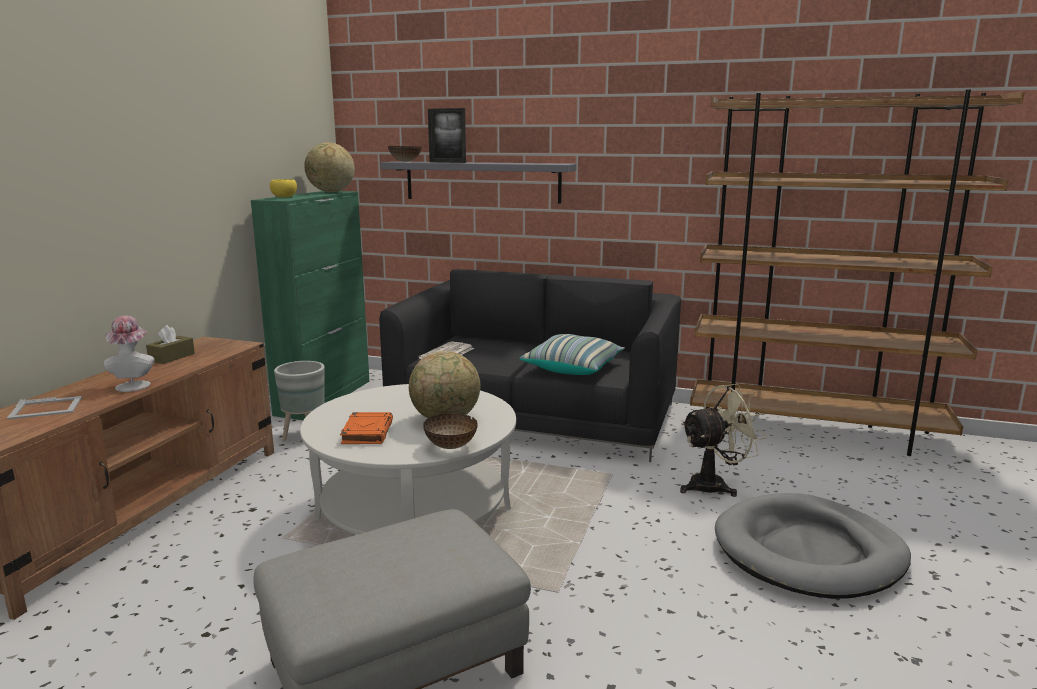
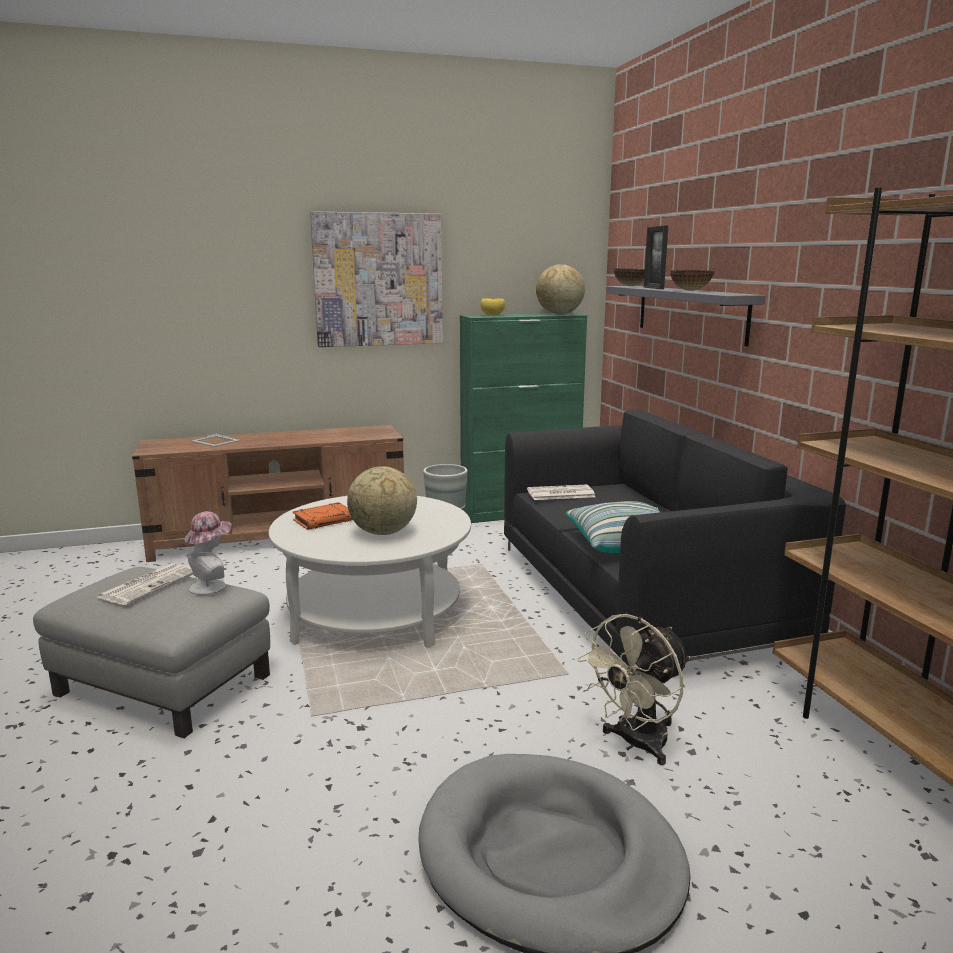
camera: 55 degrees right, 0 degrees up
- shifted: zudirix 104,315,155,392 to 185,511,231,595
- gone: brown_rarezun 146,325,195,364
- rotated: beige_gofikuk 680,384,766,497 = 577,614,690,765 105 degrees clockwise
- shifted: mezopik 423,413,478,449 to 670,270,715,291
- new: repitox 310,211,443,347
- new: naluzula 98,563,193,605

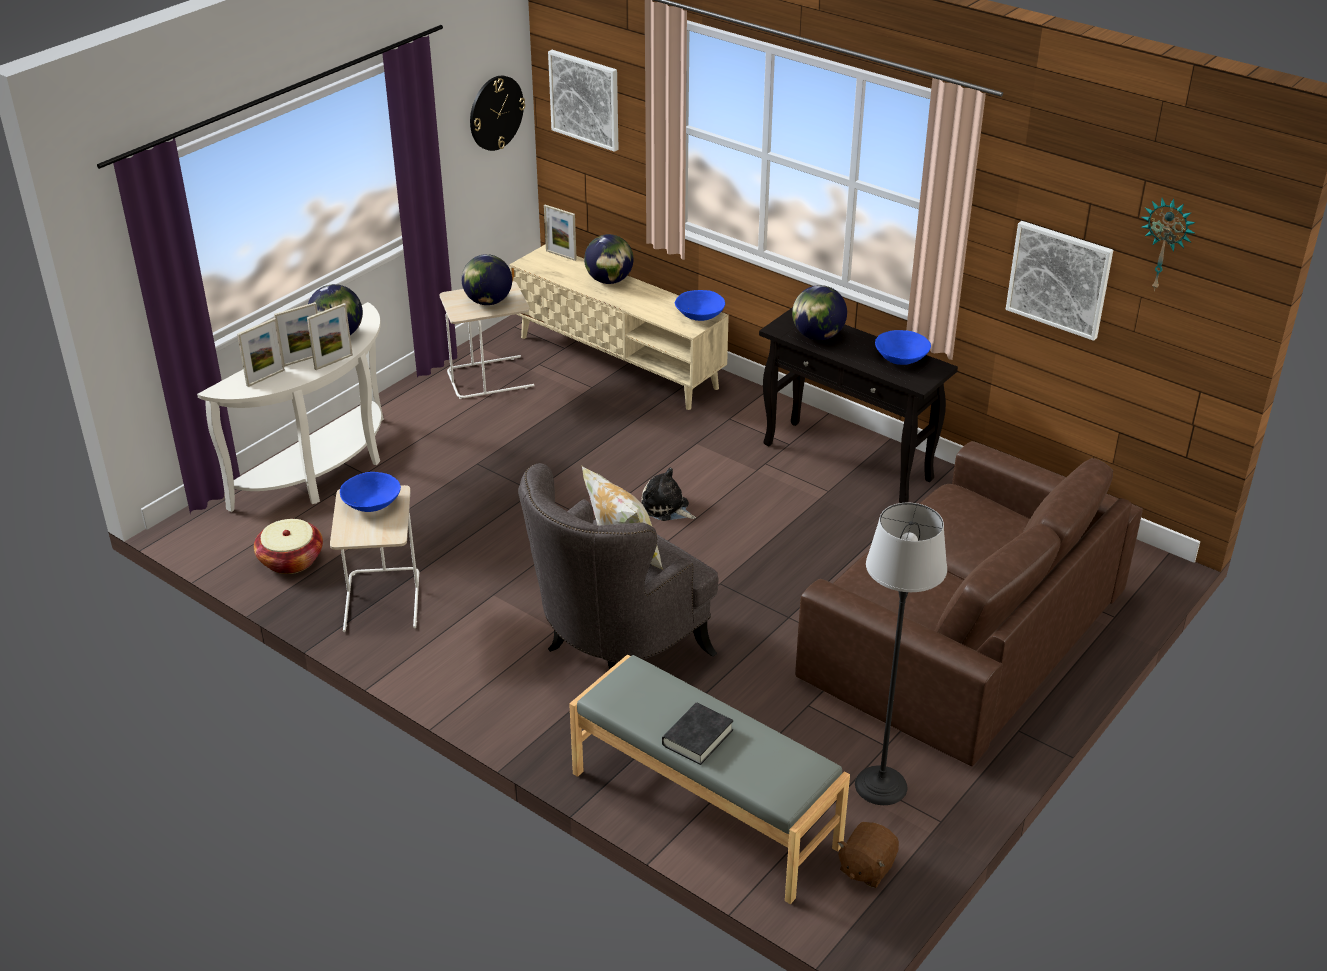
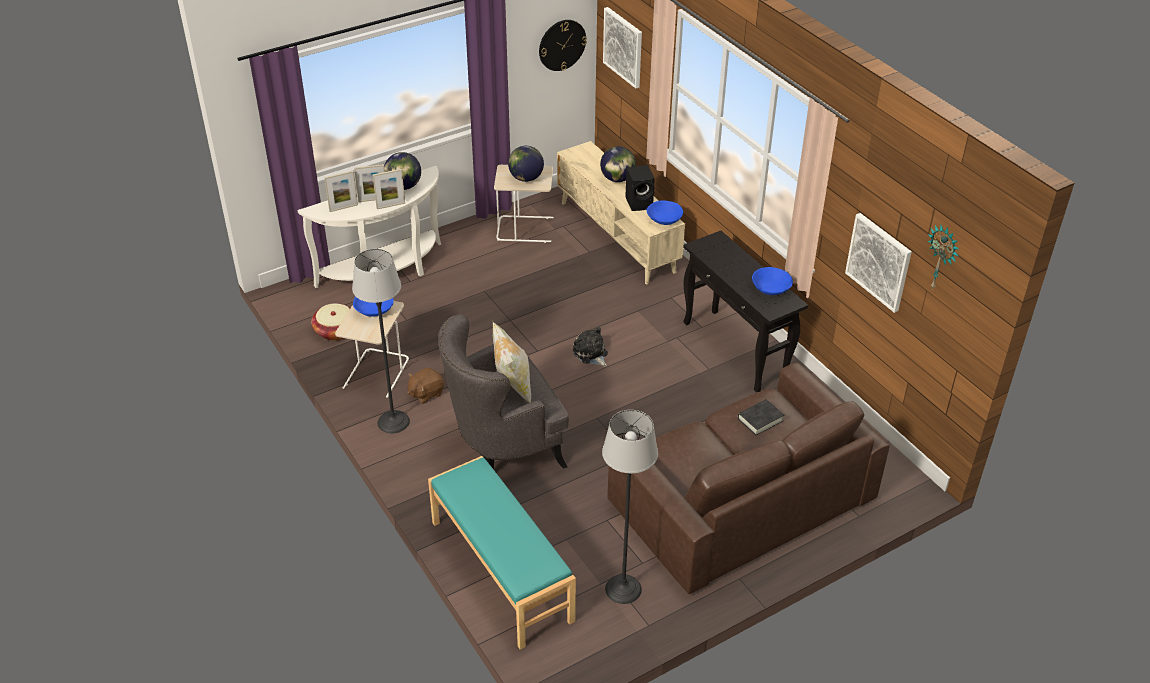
camera: 20 degrees right, 5 degrees up
- gone: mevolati 544,205,577,261
- gone: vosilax 792,285,847,340
- repainted: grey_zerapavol 569,654,850,904 to turquoise_zerapavol 428,456,576,650
- shifted: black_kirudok 662,703,734,765 to 738,399,784,435
- shifted: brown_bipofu 837,822,899,888 to 407,368,444,404
- new: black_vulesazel 625,165,655,211
- new: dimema 352,249,410,433

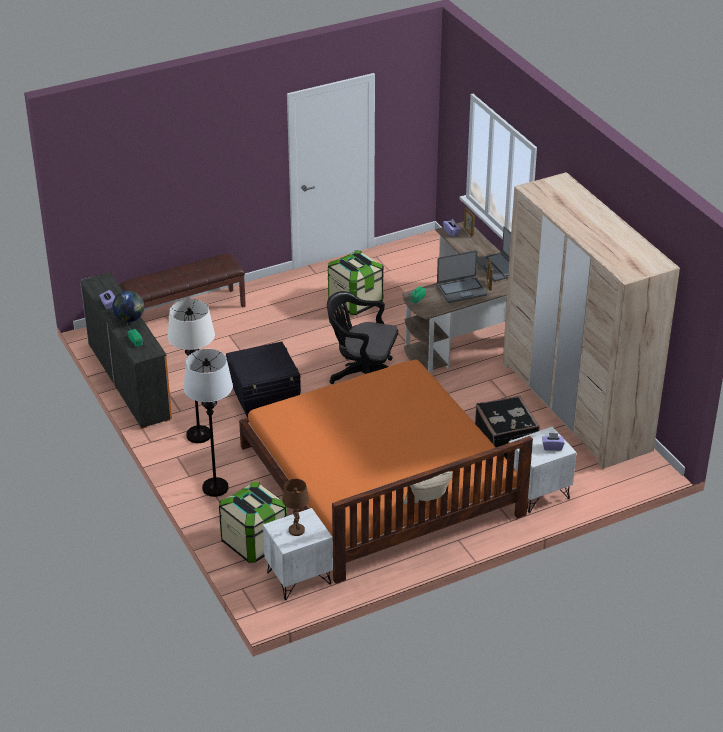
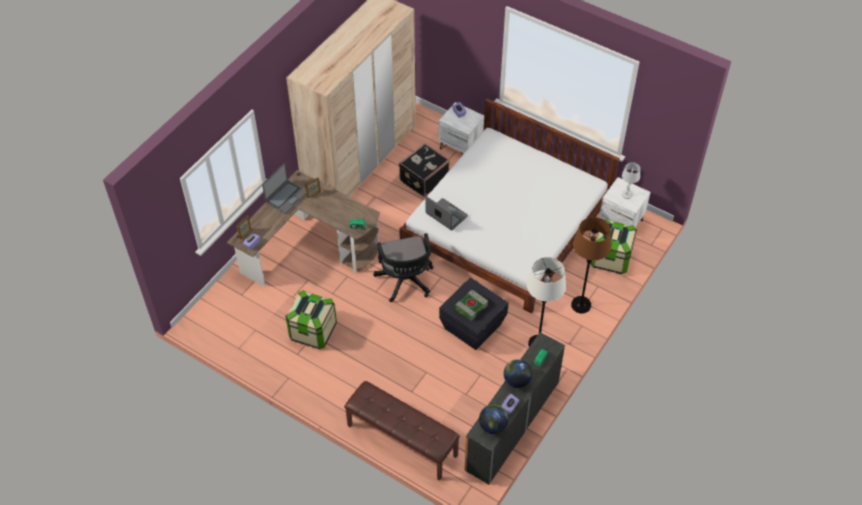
camera: 120 degrees left, 15 degrees up
- shifted: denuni 437,250,488,303 to 425,196,468,230
- repainted: white_dimema 183,349,233,497 to brown_dimema 571,217,611,313
- repainted: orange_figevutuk 239,360,533,584 to white_figevutuk 399,98,620,314
- gone: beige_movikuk 403,472,453,504
- repainted: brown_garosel 282,479,309,536 to white_garosel 622,162,640,199
- new: kirudok 454,290,488,321
- new: vosilax 479,404,508,434

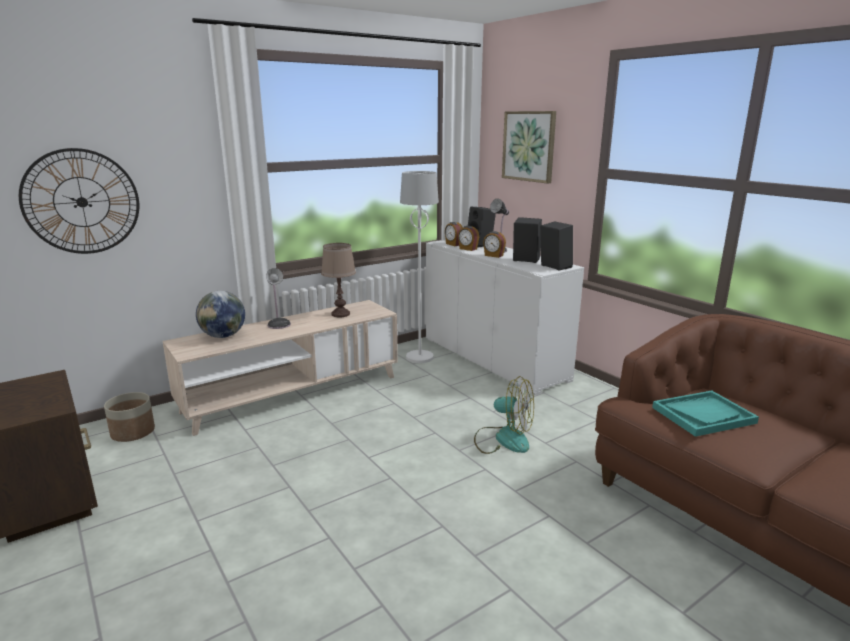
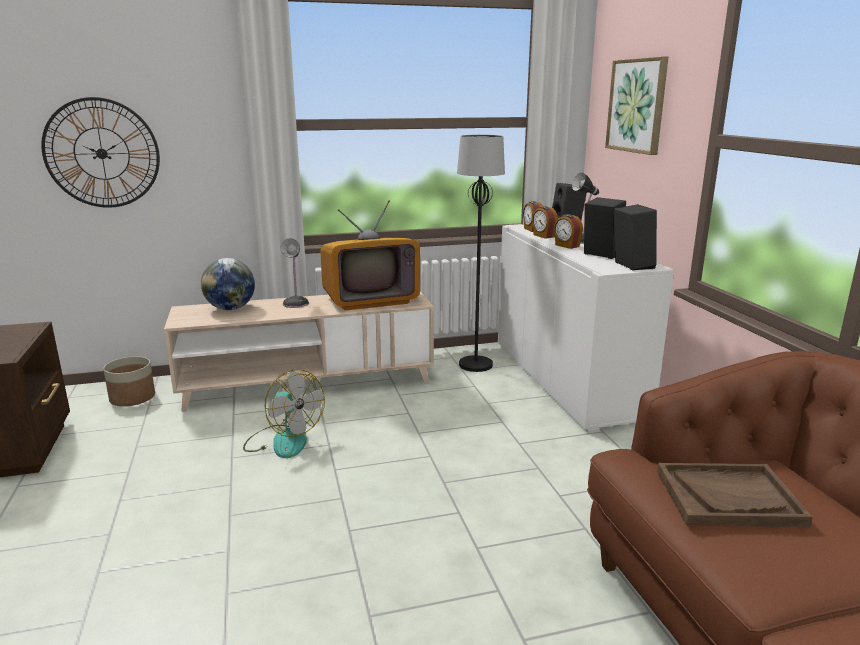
camera: 20 degrees right, 0 degrees up
- repainted: white_dimema 400,171,439,363 to black_dimema 457,135,505,372
- swapped: brown_garosel 321,243,356,317 to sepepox 320,200,420,311
- shifted: gofikuk 474,376,534,454 to 243,369,325,458
- repainted: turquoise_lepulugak 652,391,759,437 to brown_lepulugak 657,463,813,527

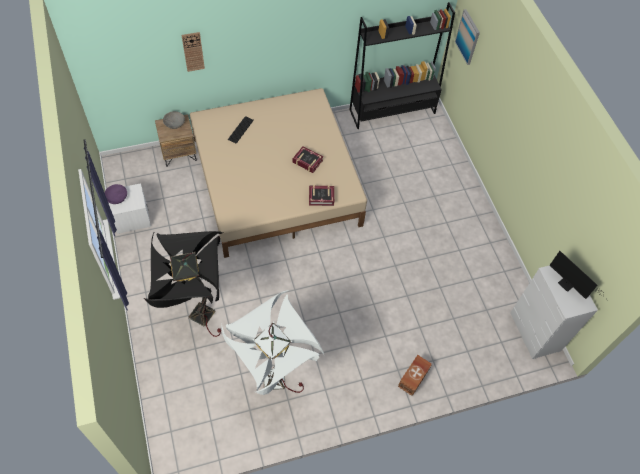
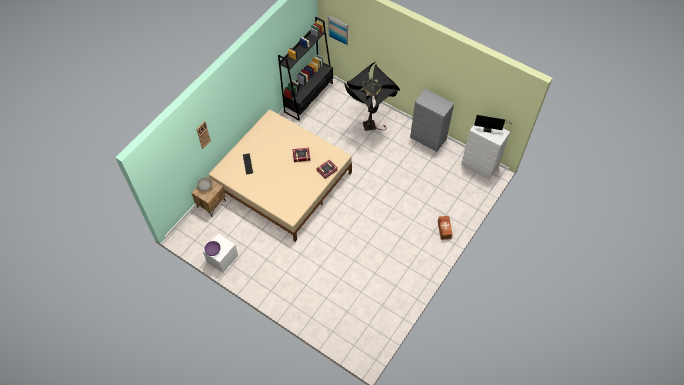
camera: 35 degrees left, 0 degrees up
- shifted: black_dimema 144,231,223,337 to 344,61,400,131
- gone: white_dimema 221,290,324,395
- new: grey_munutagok 410,89,454,152

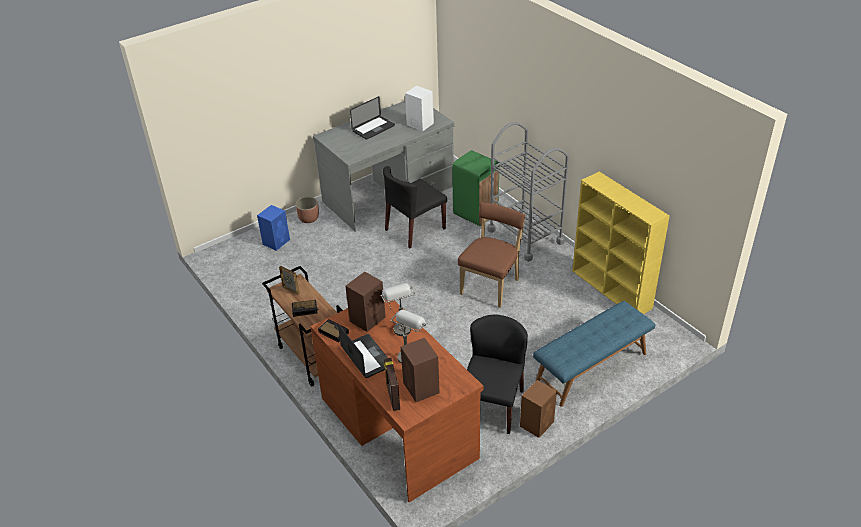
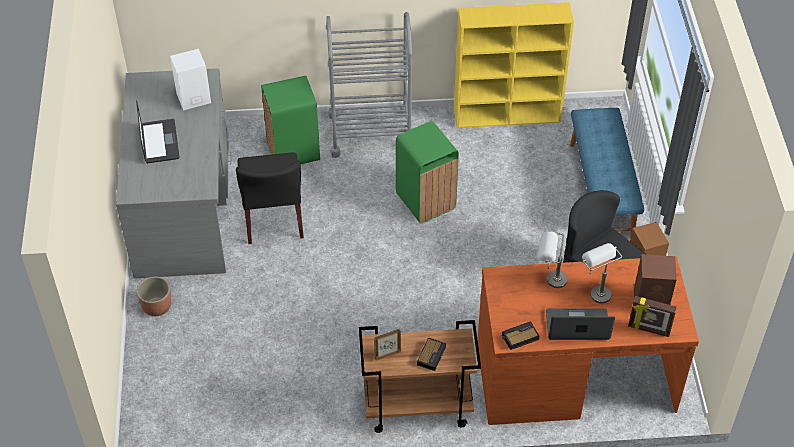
camera: 60 degrees left, 10 degrees up
- swapped: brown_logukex 458,202,525,308 to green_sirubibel 396,121,459,223
- gone: blue_vulesazel 257,205,290,251
- gone: brown_vulesazel 345,272,386,332

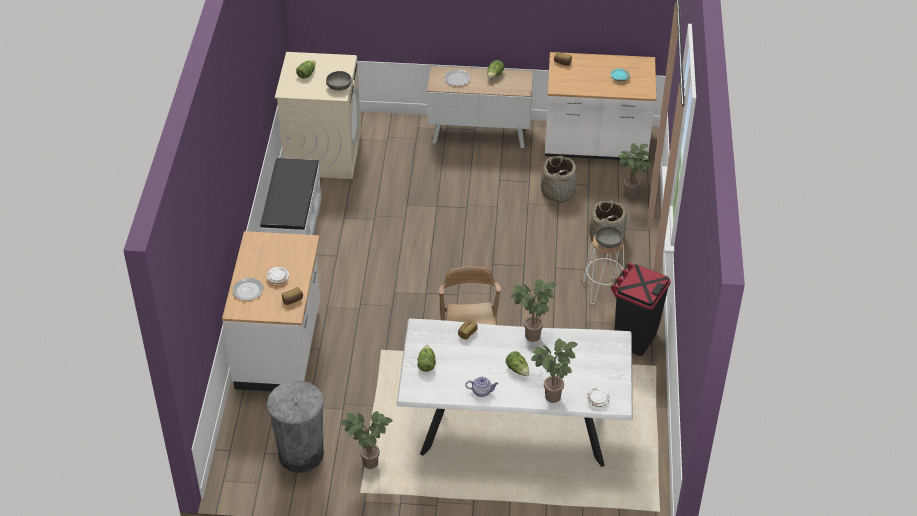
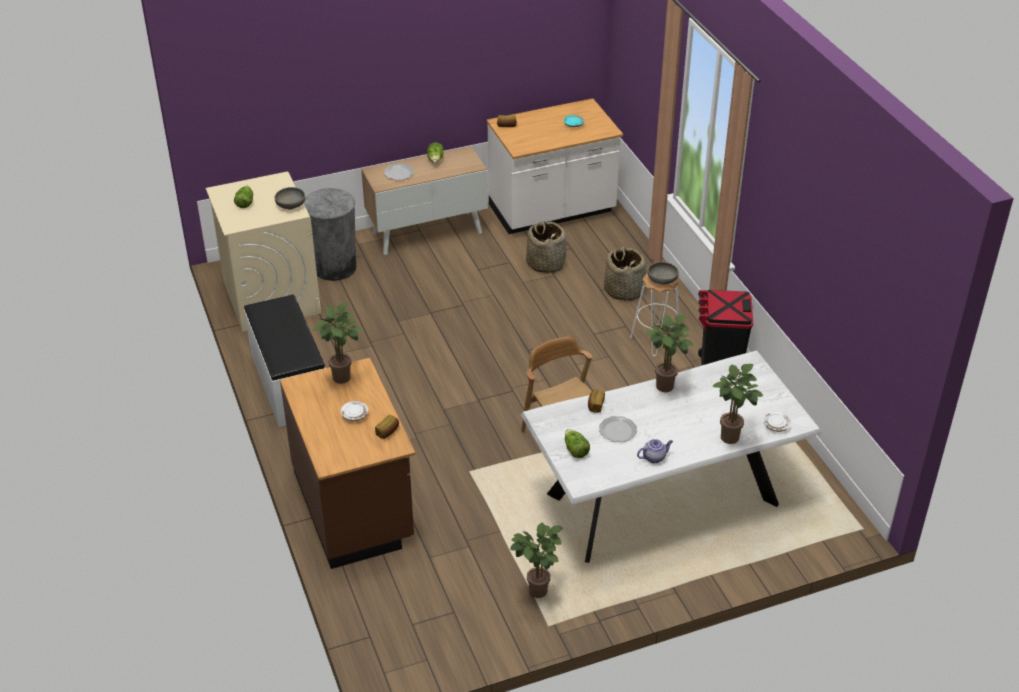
camera: 25 degrees left, 5 degrees down
- shifted: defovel 617,143,651,199 to 313,302,362,384
- repainted: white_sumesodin 222,231,320,391 to brown_sumesodin 280,358,415,569
- shifted: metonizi 232,278,264,301 to 599,416,637,442
- gone: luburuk 506,351,529,376
- shifted: grey_sirubibel 267,380,324,473 to 304,188,356,281

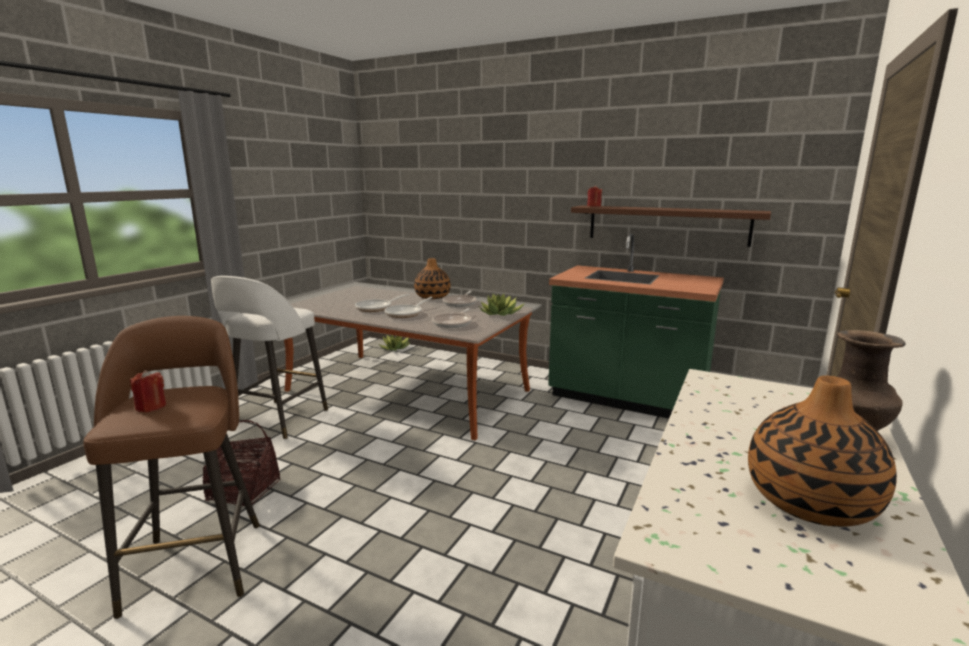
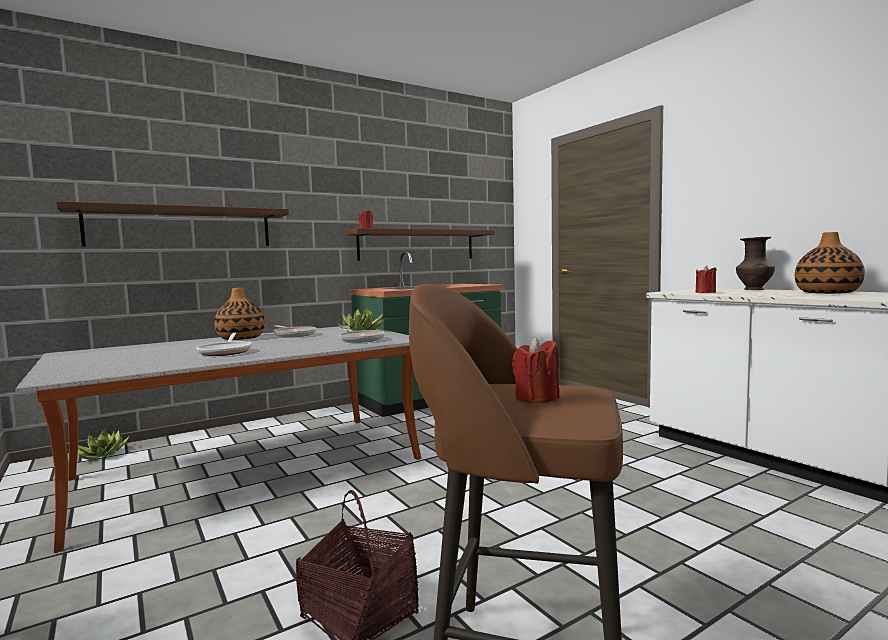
camera: 60 degrees left, 10 degrees down
- gone: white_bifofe 211,276,328,439
- gone: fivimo 385,297,433,318
- new: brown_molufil 56,201,289,247
- new: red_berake 695,266,717,293

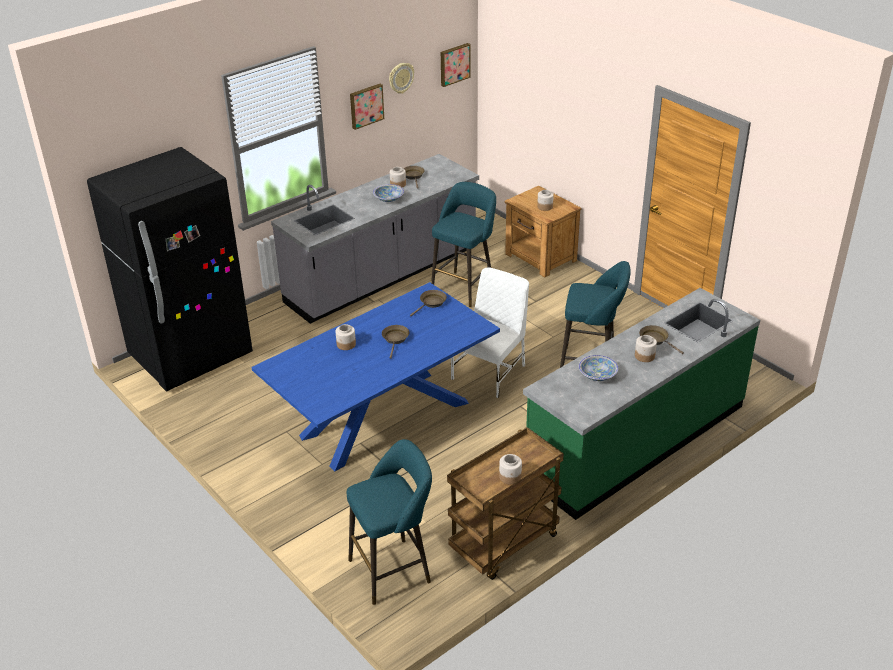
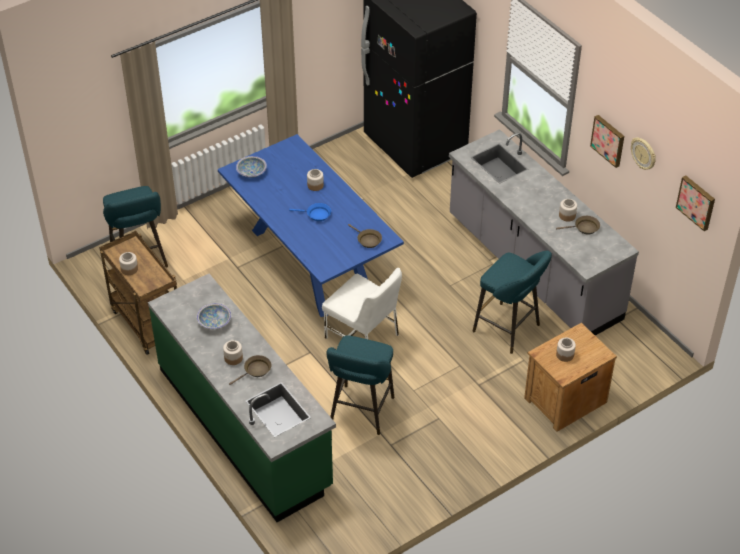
camera: 95 degrees right, 10 degrees up
- shifted: mezopik 373,184,404,202 to 236,156,267,178
- repainted: brown_fivimo 382,325,409,359 to blue_fivimo 289,203,331,221

